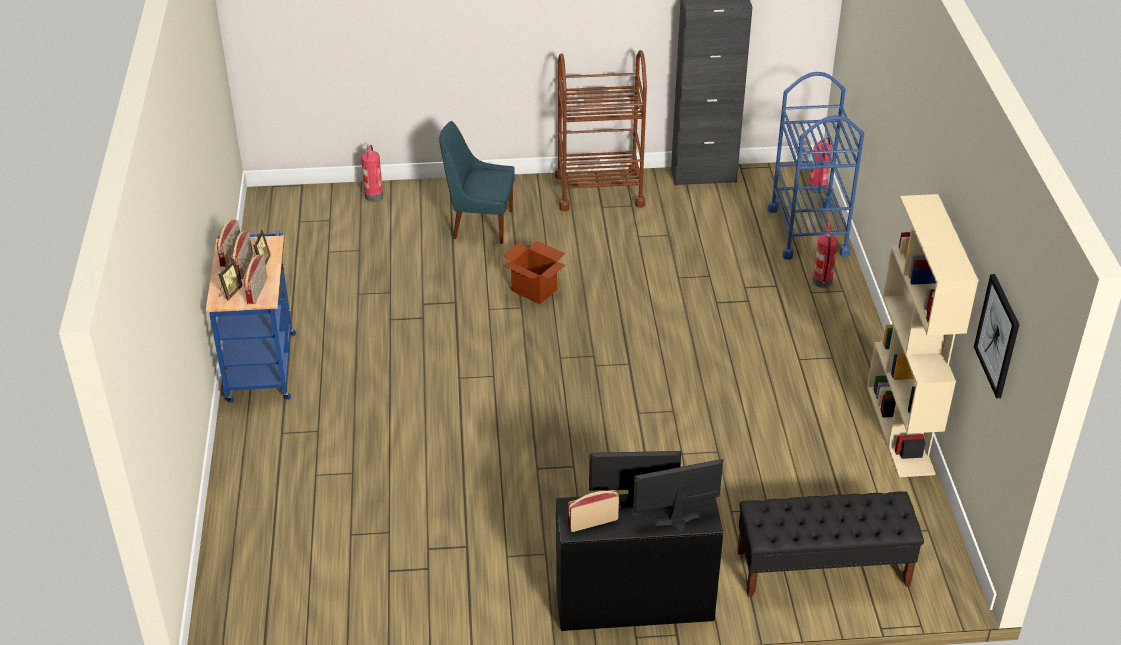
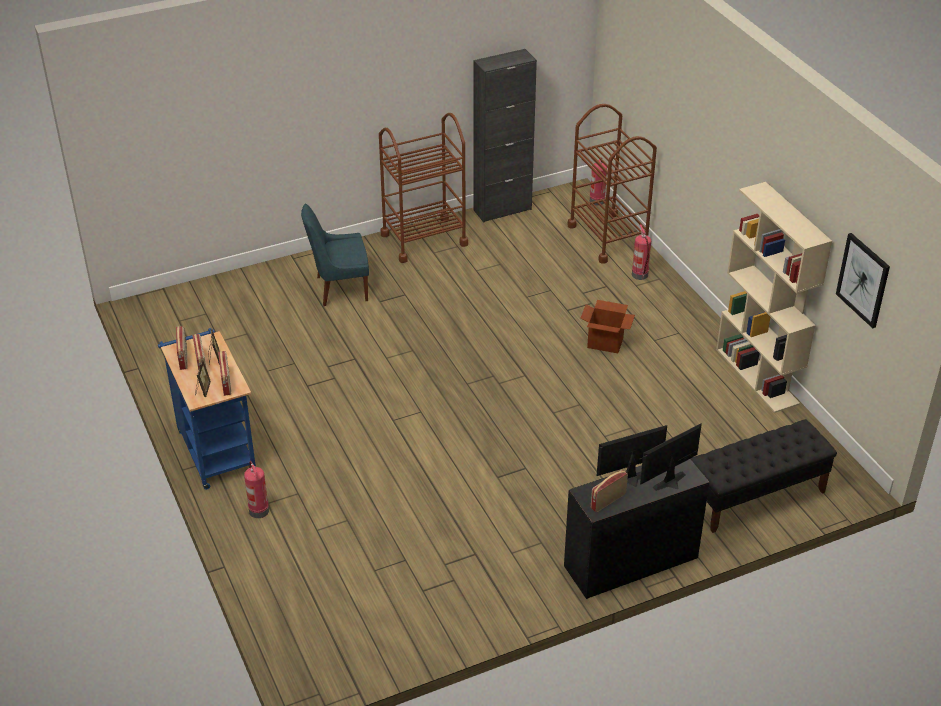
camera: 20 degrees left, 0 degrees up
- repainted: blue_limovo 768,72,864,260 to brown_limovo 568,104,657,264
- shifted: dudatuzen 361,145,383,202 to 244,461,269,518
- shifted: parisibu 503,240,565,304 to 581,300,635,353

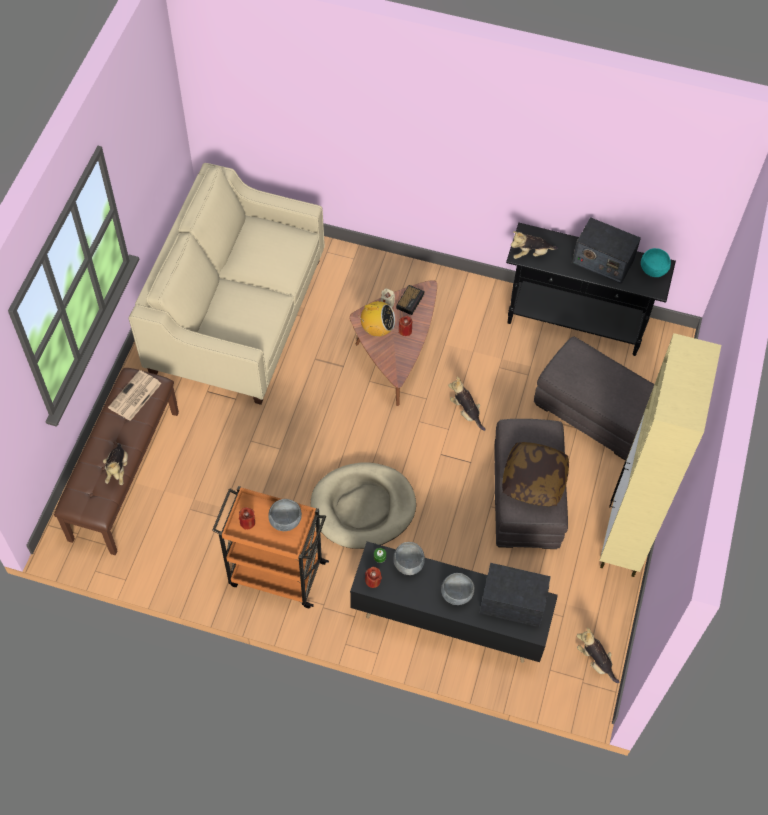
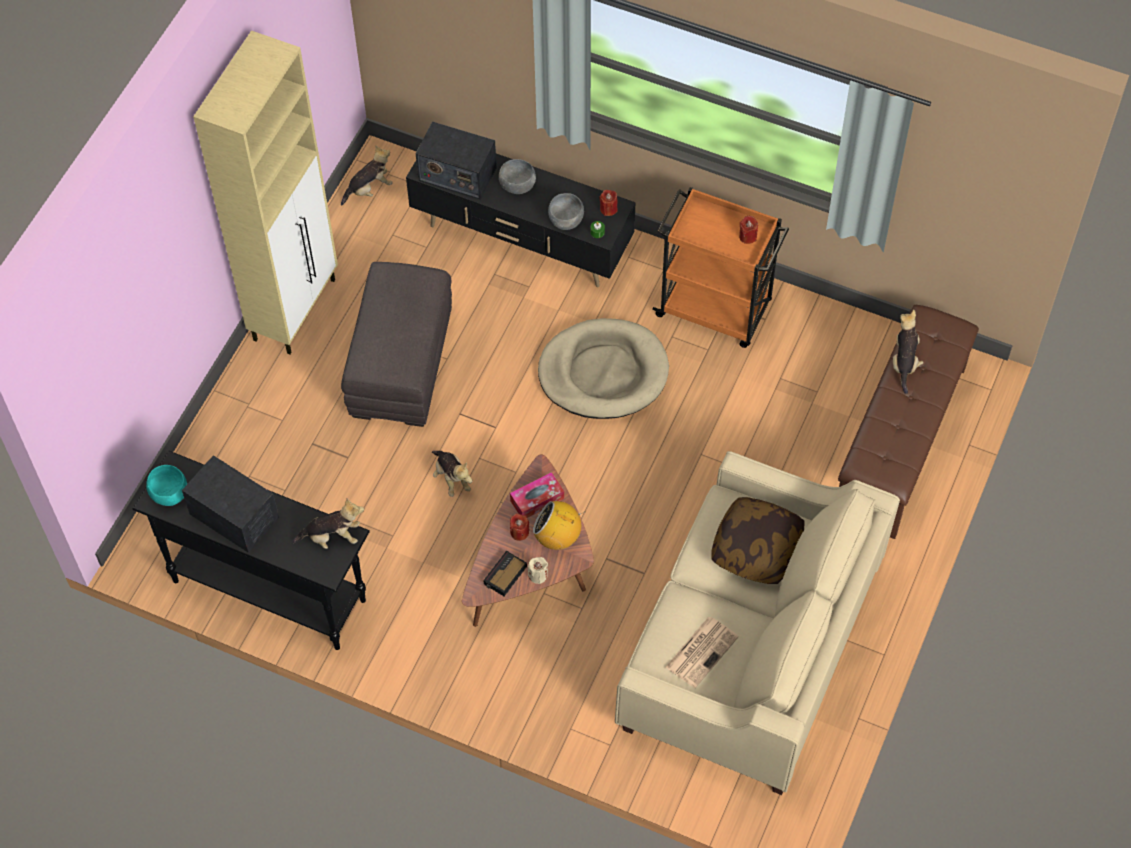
camera: 170 degrees left, 0 degrees up
- gone: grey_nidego 534,337,654,461
- shifted: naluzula 108,370,162,421 to 666,617,739,688
- shifted: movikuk 502,442,569,506 to 711,497,805,584
- gone: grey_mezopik 268,499,302,531
- rotated: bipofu 577,627,619,683 = 341,146,392,206 90 degrees counterclockwise
- new: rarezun 510,472,564,518

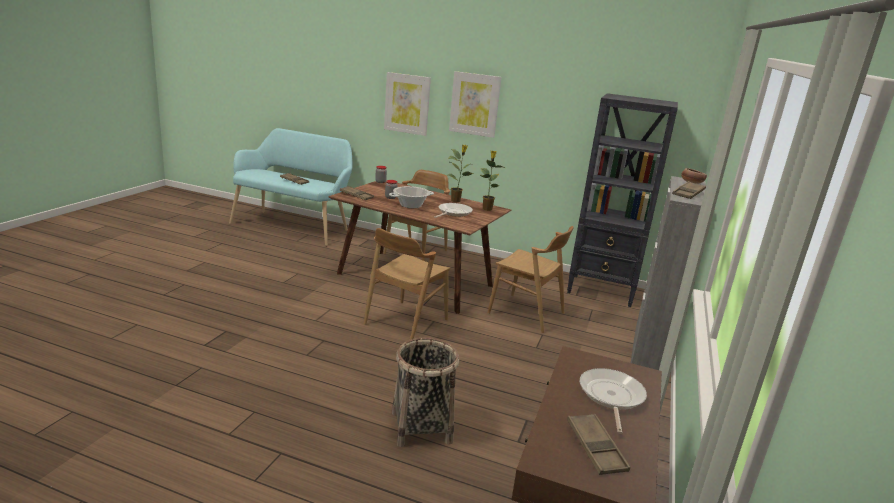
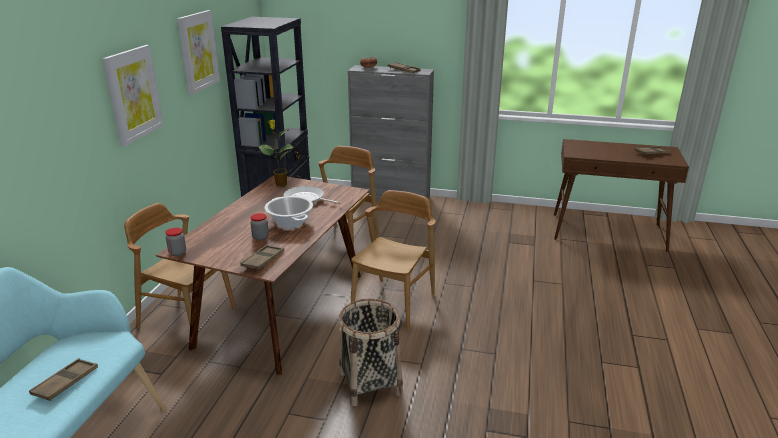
camera: 95 degrees left, 5 degrees up
- shifted: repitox 384,72,431,136 to 177,10,220,95
- gone: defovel 448,145,474,202
- rotated: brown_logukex 364,228,450,340 = 351,190,436,331 90 degrees counterclockwise
- shifted: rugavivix 392,338,460,447 to 339,298,403,406
- gone: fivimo 580,368,647,434

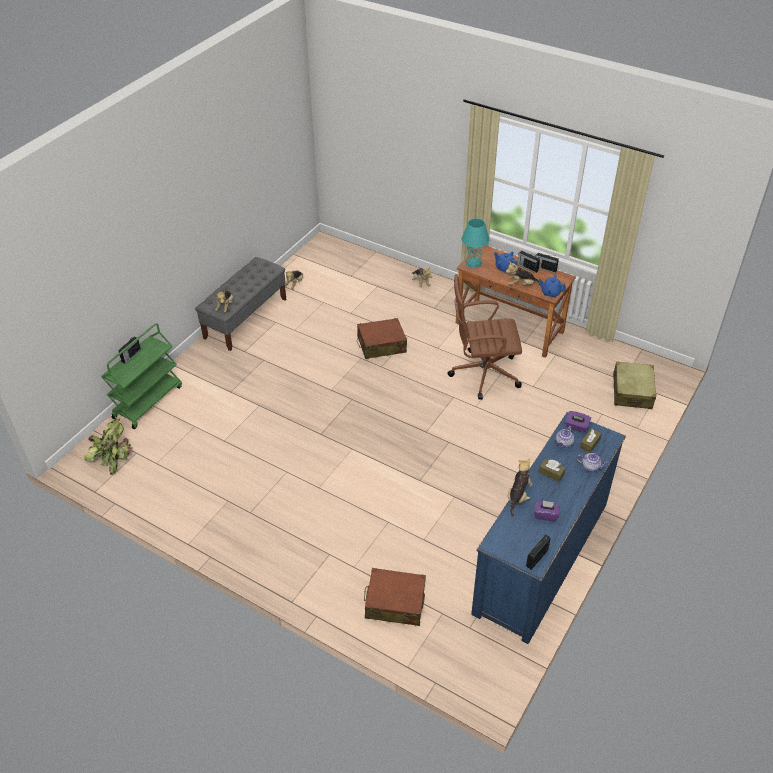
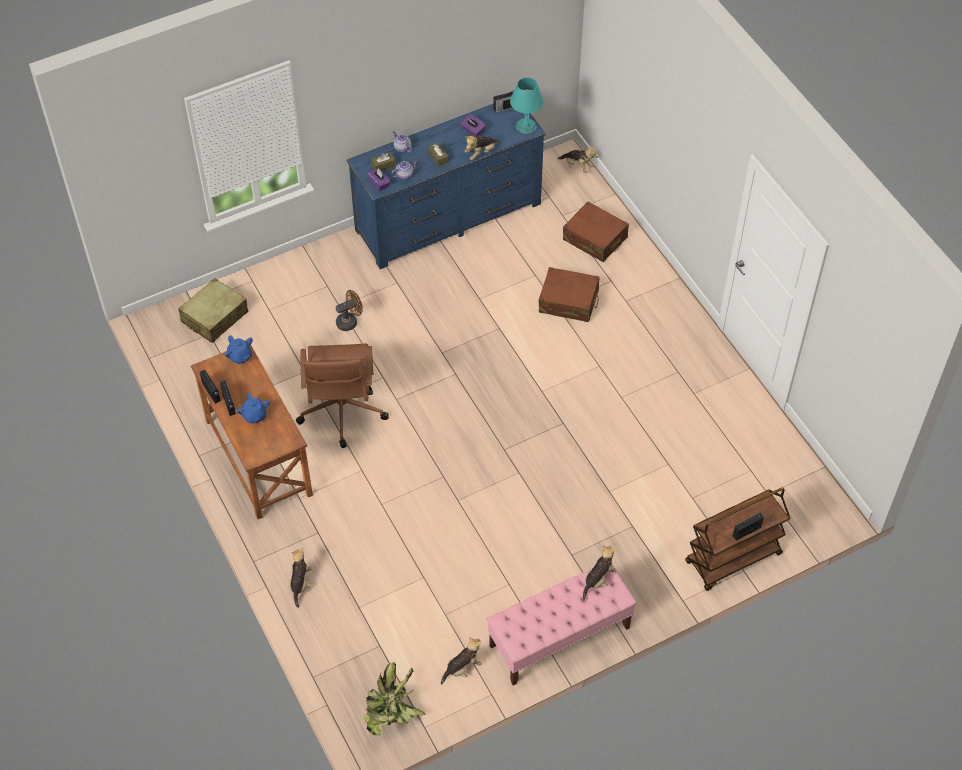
camera: 150 degrees left, 10 degrees up
- shifted: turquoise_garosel 461,218,489,268 to 510,77,544,134
- repainted: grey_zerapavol 195,257,286,351 to pink_zerapavol 487,565,637,685
- shifted: bipofu 506,261,540,285 to 558,145,598,173
- rotated: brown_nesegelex 448,274,522,400 = 296,344,389,448 60 degrees clockwise
- shifted: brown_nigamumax 357,318,407,359 to 539,267,599,322
- repainted: green_limovo 101,323,182,429 to brown_limovo 685,488,791,591
- shifted: defovel 84,417,133,475 to 364,662,426,736
- new: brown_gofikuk 336,290,362,331

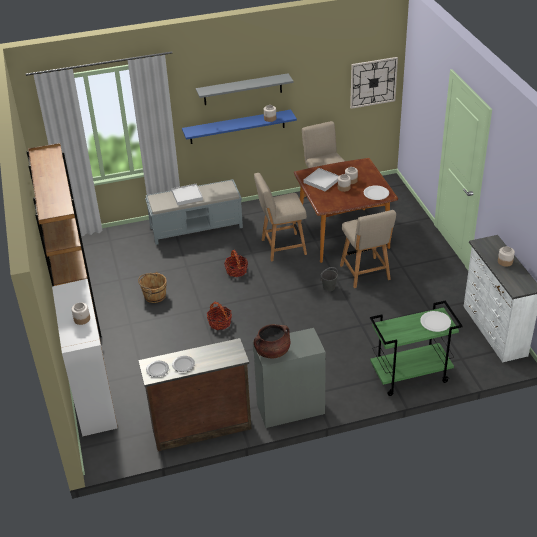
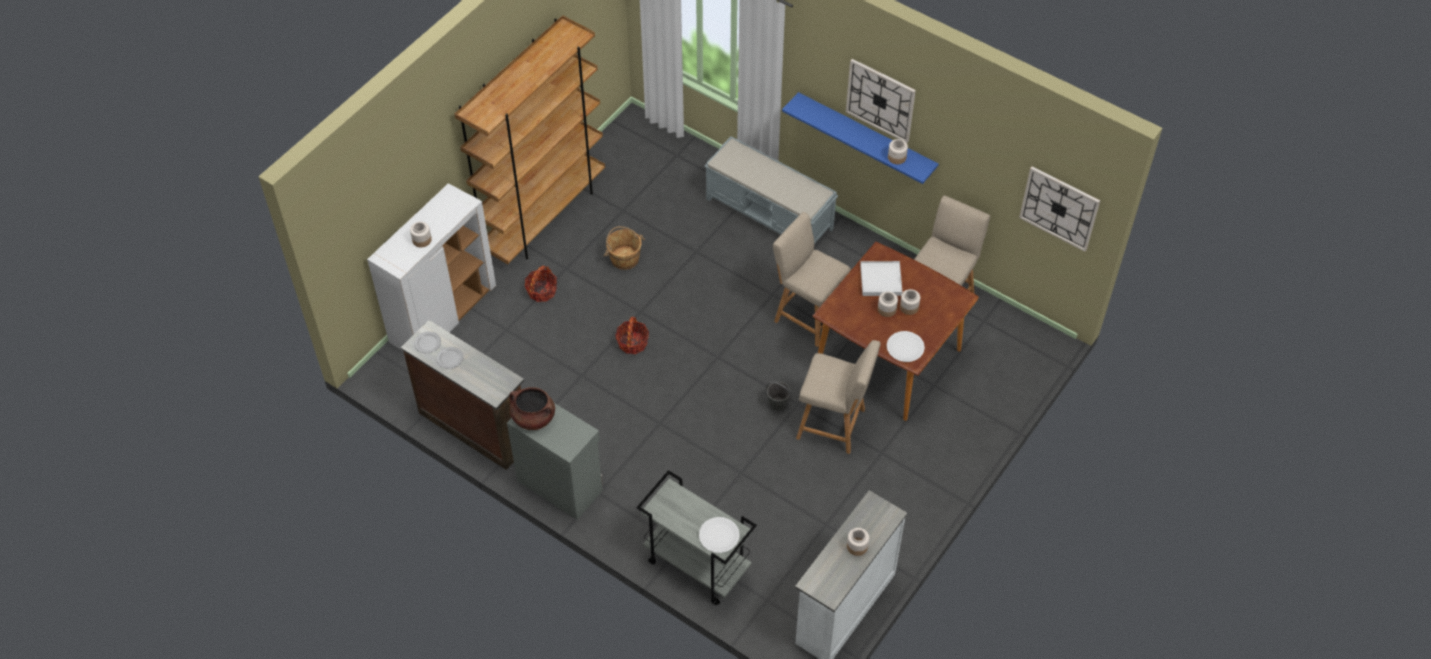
camera: 50 degrees right, 15 degrees up
- swapped: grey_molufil 196,73,294,105 to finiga 846,59,916,143
- gone: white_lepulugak 172,184,203,205
- rotated: beige_logukex 340,210,396,288 = 796,340,881,454 105 degrees counterclockwise
- shifted: rugavivix 224,249,248,277 to 525,266,557,302
- repainted: green_limovo 370,301,463,396 to grey_limovo 637,470,757,605

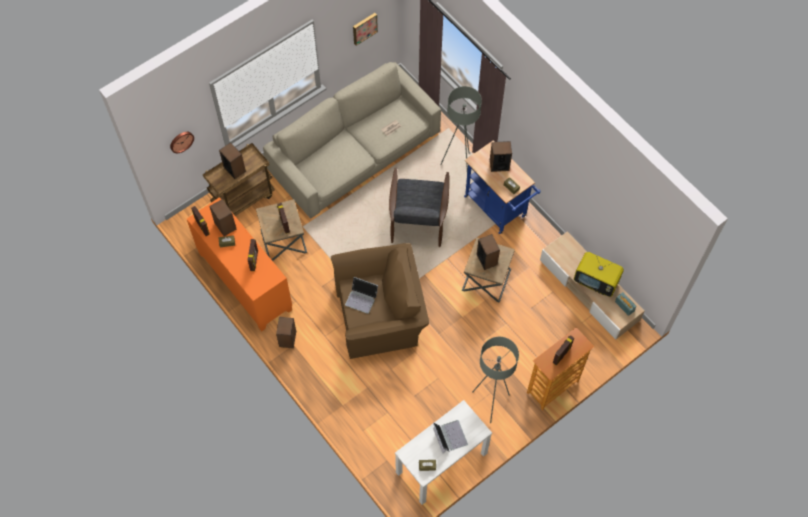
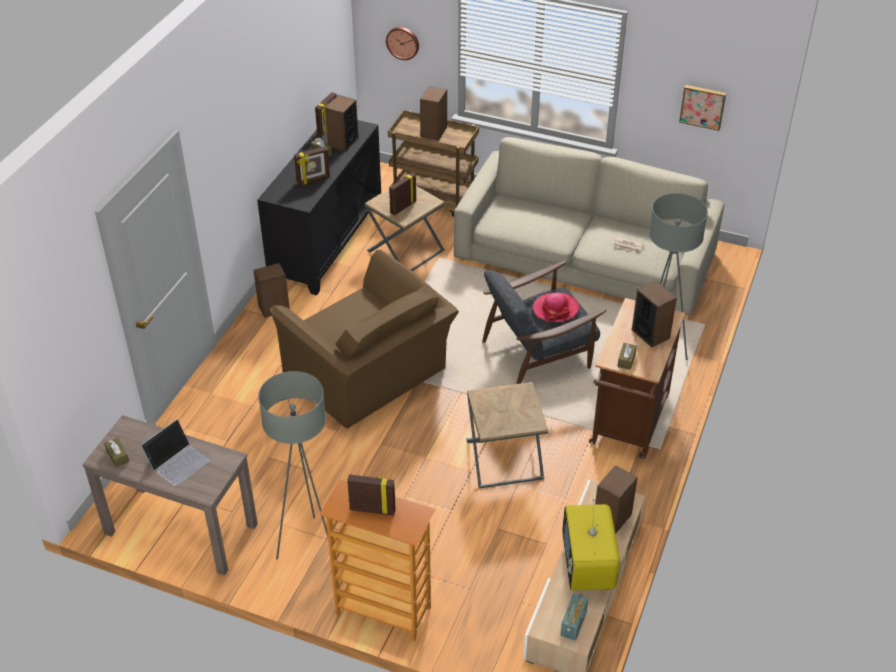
camera: 60 degrees right, 20 degrees down
- repainted: blue_limovo 464,140,541,234 to brown_limovo 589,298,685,459
- repainted: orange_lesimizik 187,197,292,332 to black_lesimizik 257,120,381,295
- shifted: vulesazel 477,234,500,270 to 595,465,638,534
- gone: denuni 345,277,378,314
- repainted: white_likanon 395,400,492,505 to brown_likanon 82,415,258,576
- new: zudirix 533,293,579,322

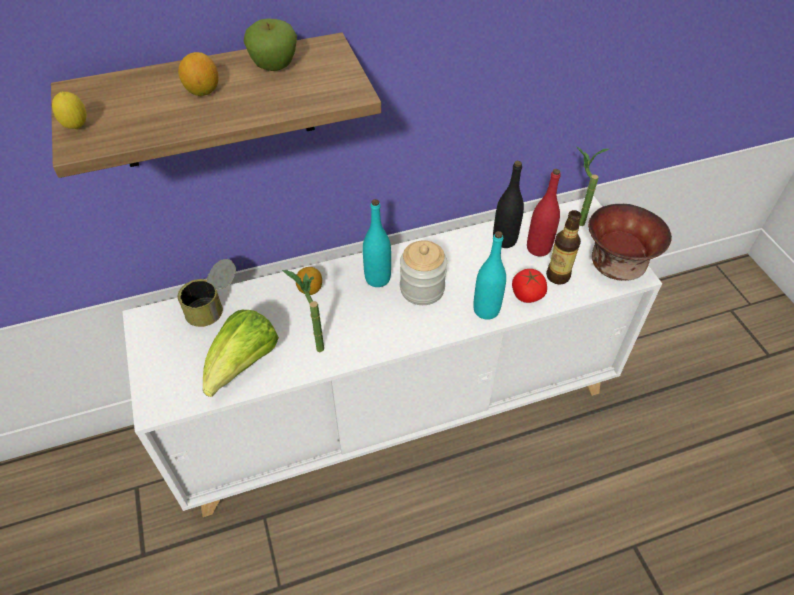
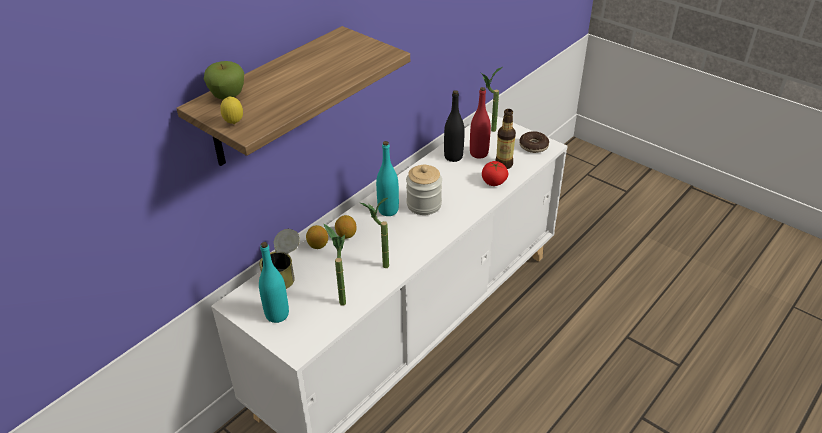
camera: 30 degrees left, 10 degrees down
- shifted: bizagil 244,19,297,71 to 204,61,244,100
- shifted: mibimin 178,52,219,96 to 306,225,328,249
- swapped: mezopik 588,204,672,281 to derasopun 519,131,549,153
- shifted: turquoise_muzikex 473,231,506,320 to 259,242,289,323
- swapped: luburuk 203,310,279,397 to defovel 324,224,346,306

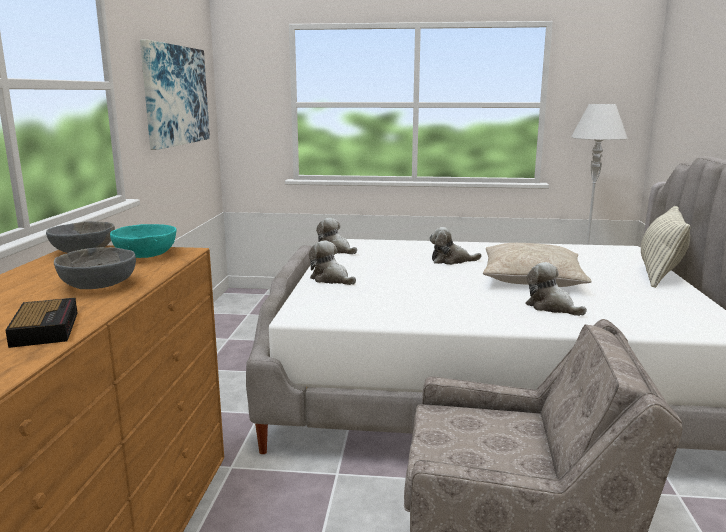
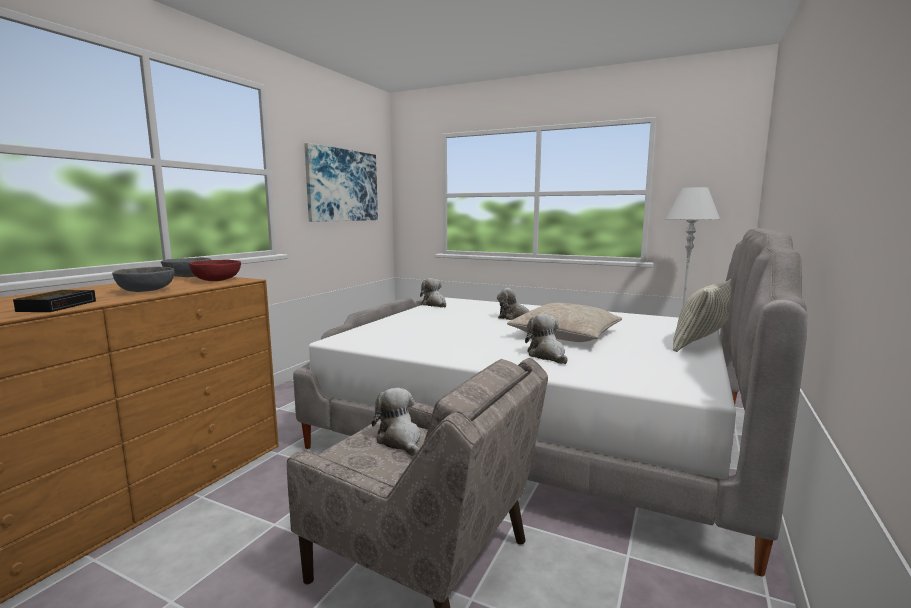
camera: 20 degrees right, 5 degrees down
- repainted: turquoise_mezopik 110,224,177,258 to red_mezopik 189,260,241,281
- shifted: bipofu 309,240,356,285 to 372,388,421,456

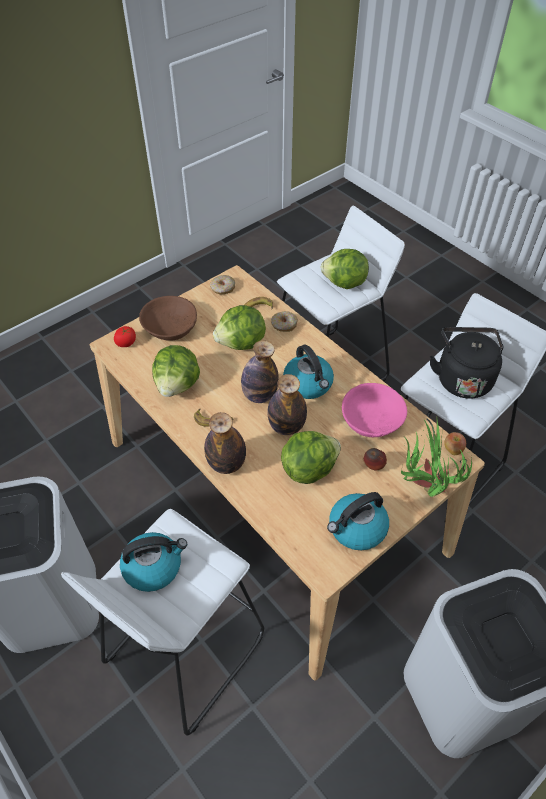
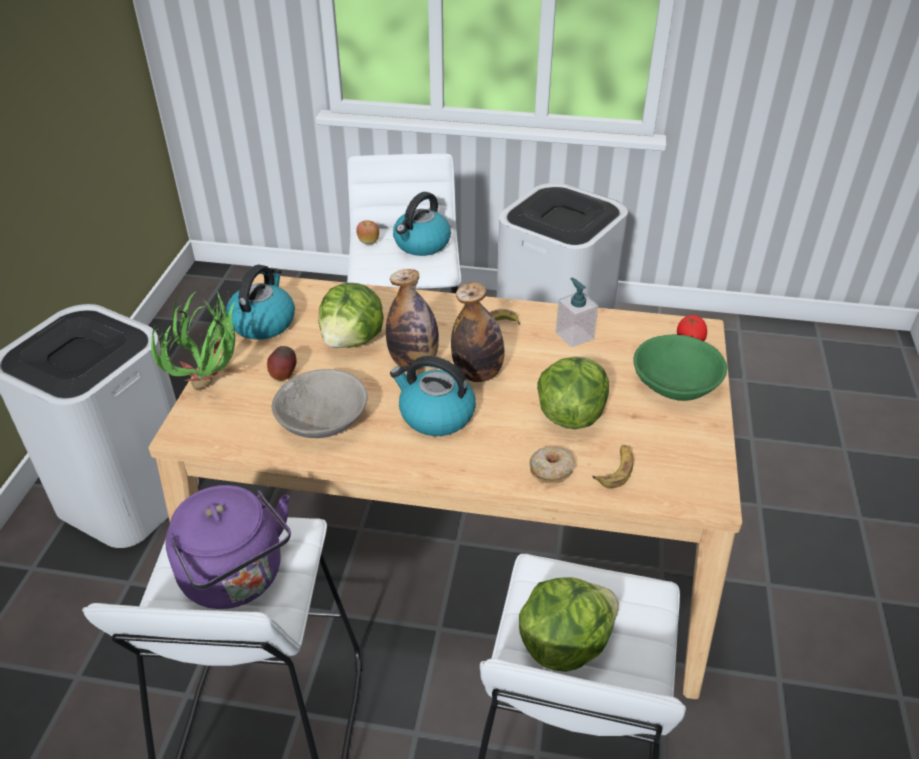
camera: 140 degrees right, 10 degrees down
- gone: derasopun 210,275,235,294
- repainted: brown_mezopik 139,296,197,341 to green_mezopik 633,335,727,401
- repainted: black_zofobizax 430,327,503,399 to purple_zofobizax 165,485,291,609
- swapped: luburuk 152,345,200,397 to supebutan 556,278,598,348
- repainted: pink_mezopik 342,383,407,437 to grey_mezopik 272,369,368,438
- gone: muzikex 204,412,246,474
- shifted: bizagil 444,432,466,455 to 356,220,379,244

